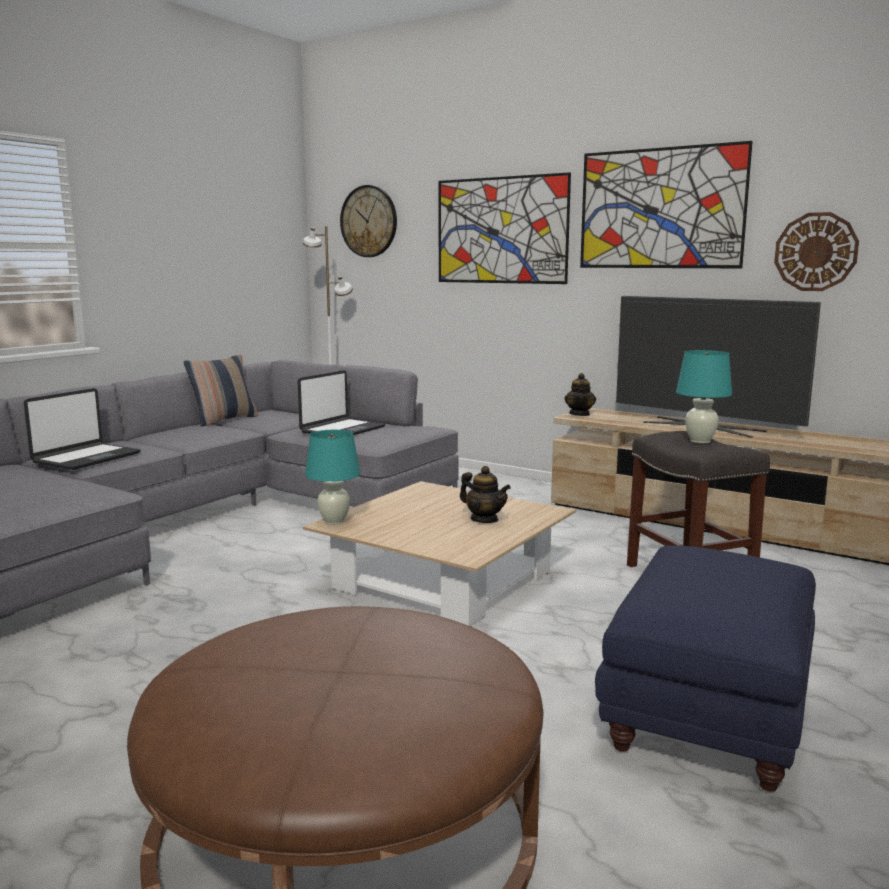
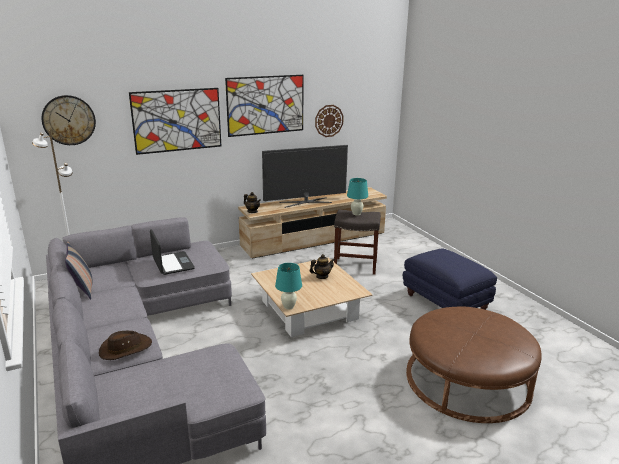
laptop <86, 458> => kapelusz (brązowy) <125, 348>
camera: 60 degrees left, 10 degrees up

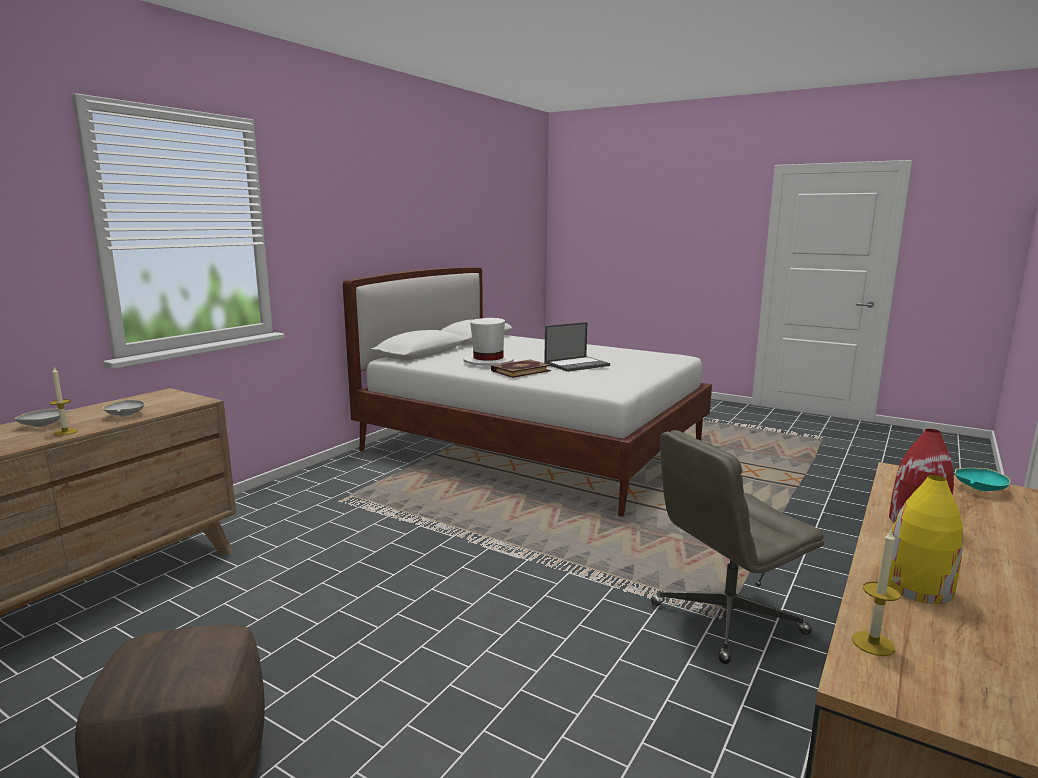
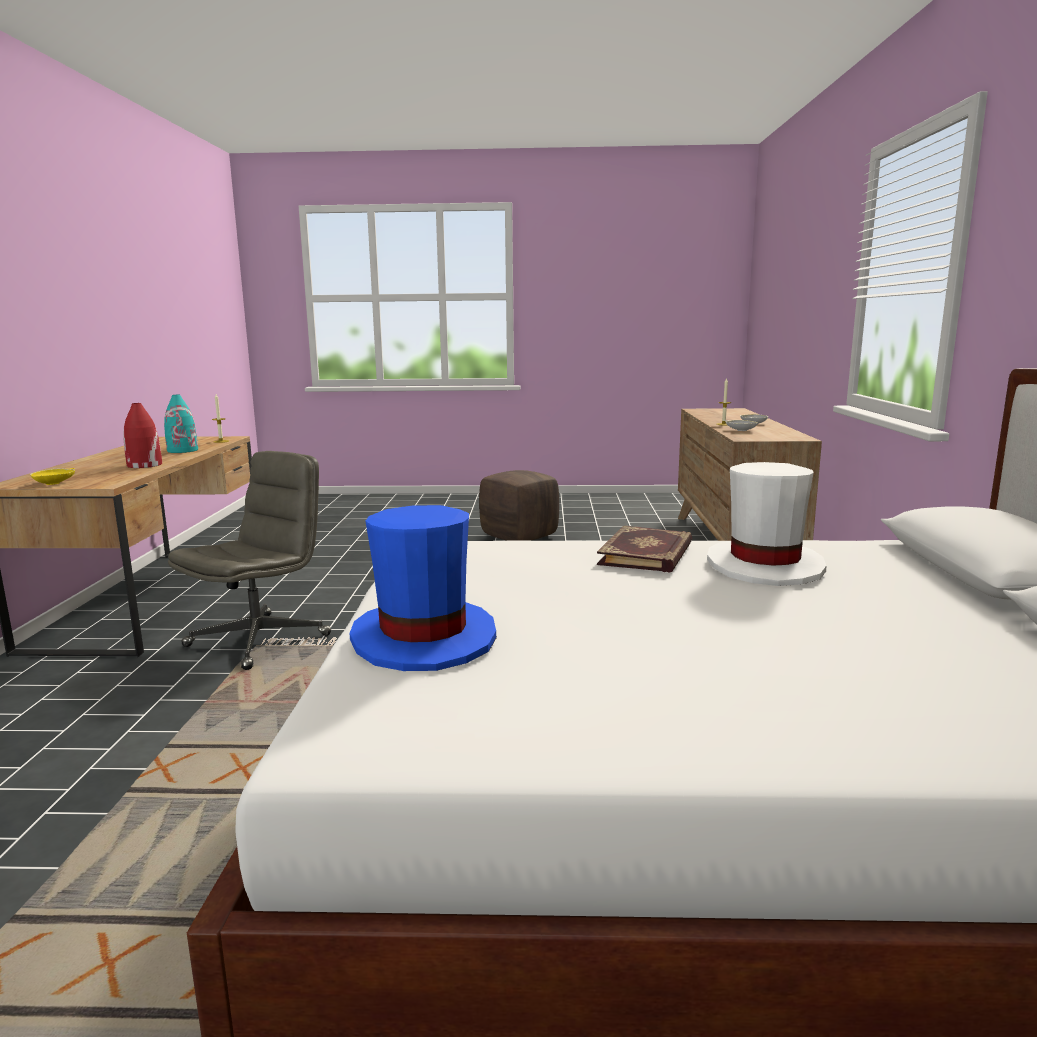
laptop <577, 364> => nothing
nothing => kapelusz (niebieski) <424, 638>
wazon (żółty) <917, 587> => wazon (turkusowy) <183, 450>
miska (turkusowy) <979, 489> => miska (żółty) <55, 483>
camera: 150 degrees right, 0 degrees up

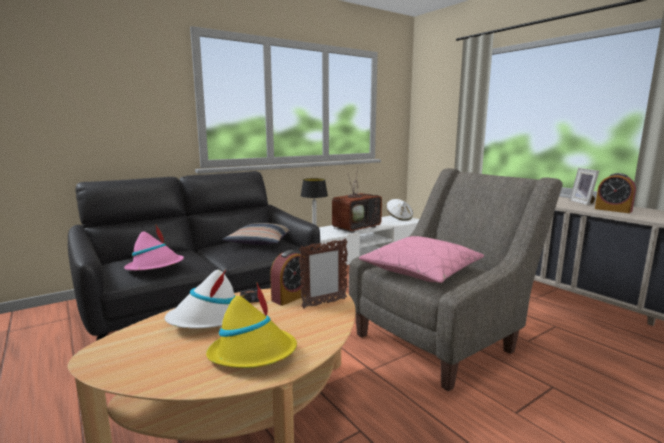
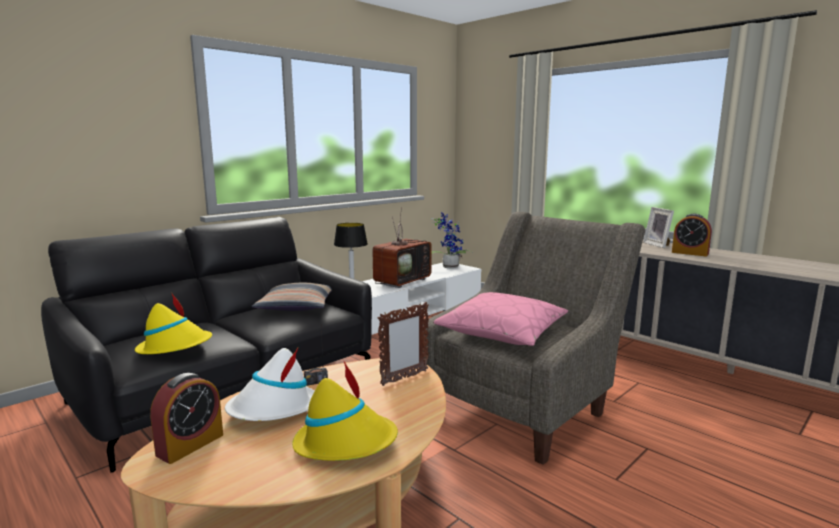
budzik <291, 297> => budzik <190, 445>, move
kapelusz (biały) <399, 218> => roślina doniczkowa <449, 266>
kapelusz (różowy) <156, 266> => kapelusz (żółty) <175, 347>
camera: 10 degrees left, 0 degrees up

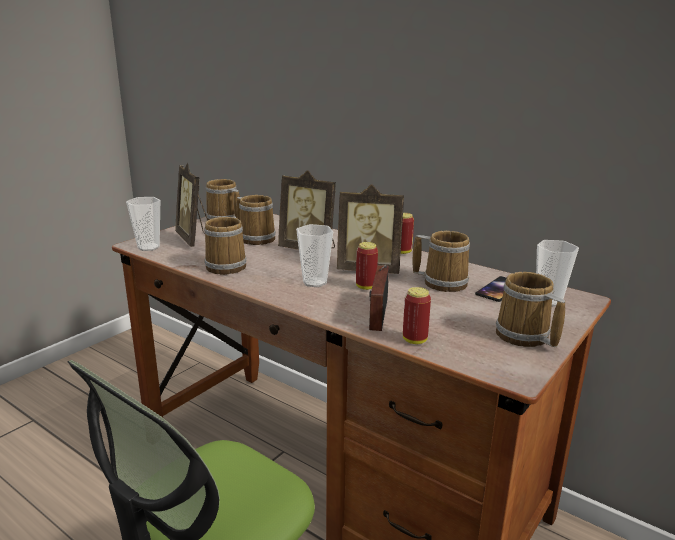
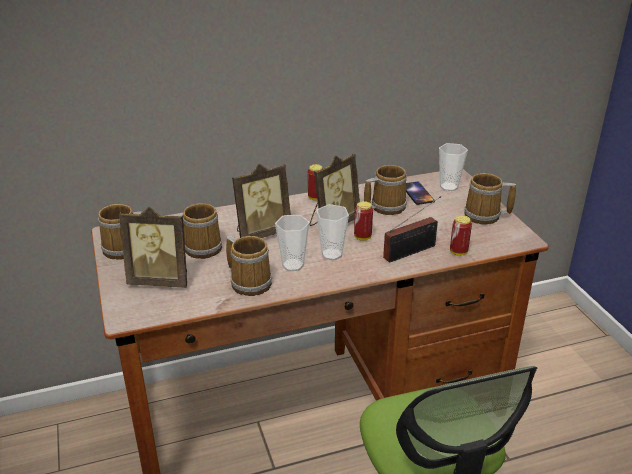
filiżanka <148, 247> => filiżanka <293, 265>, move
radio <377, 315> => radio <412, 251>, 75 degrees counterclockwise
camera: 55 degrees left, 10 degrees up

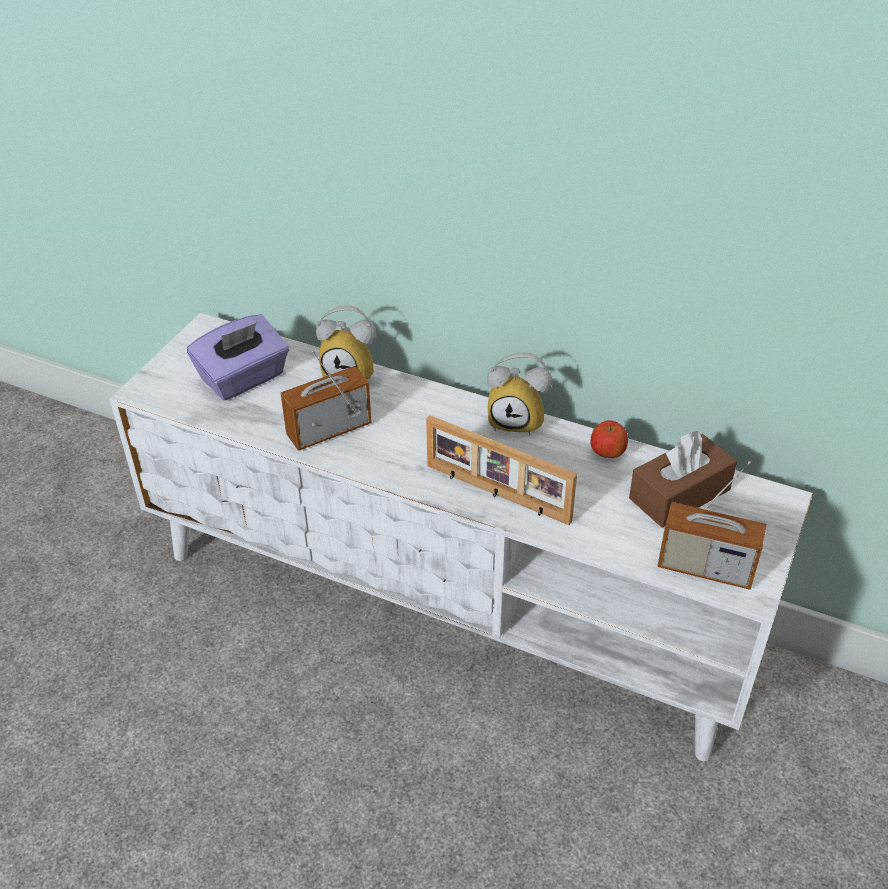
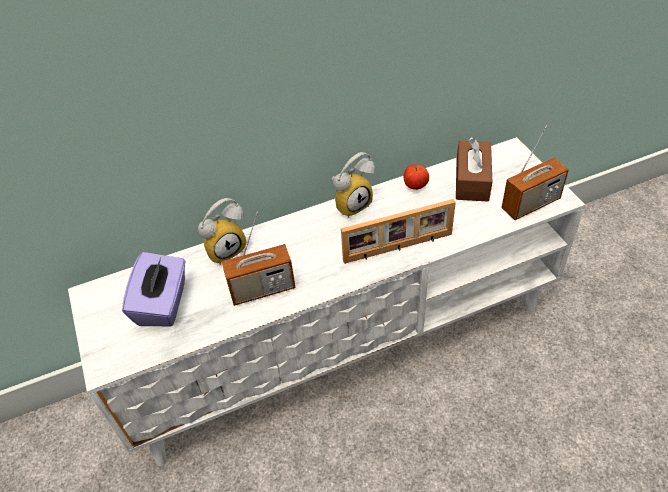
radio <329, 430> => radio <262, 289>, 120 degrees counterclockwise
camera: 45 degrees left, 5 degrees up

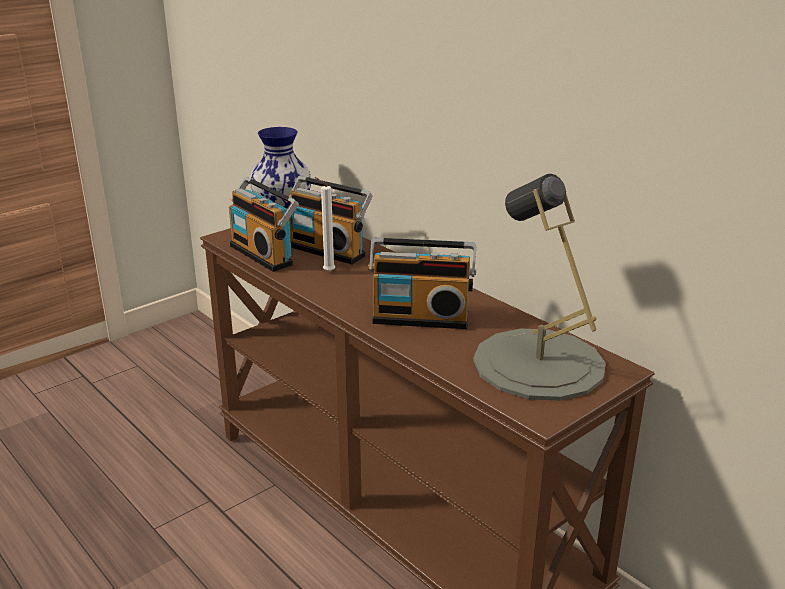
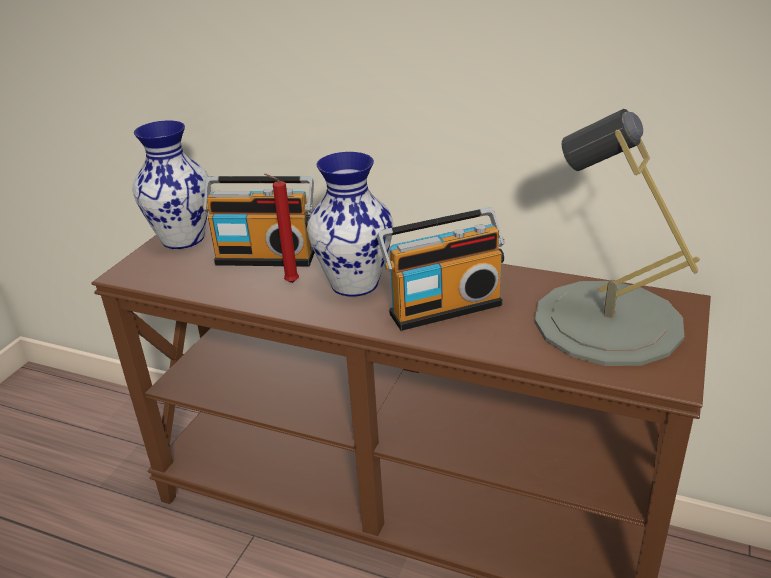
radio <264, 254> => nothing
nothing => wazon <353, 283>
świeca (biały) <327, 272> => świeca (czerwony) <289, 283>
camera: 25 degrees left, 5 degrees up

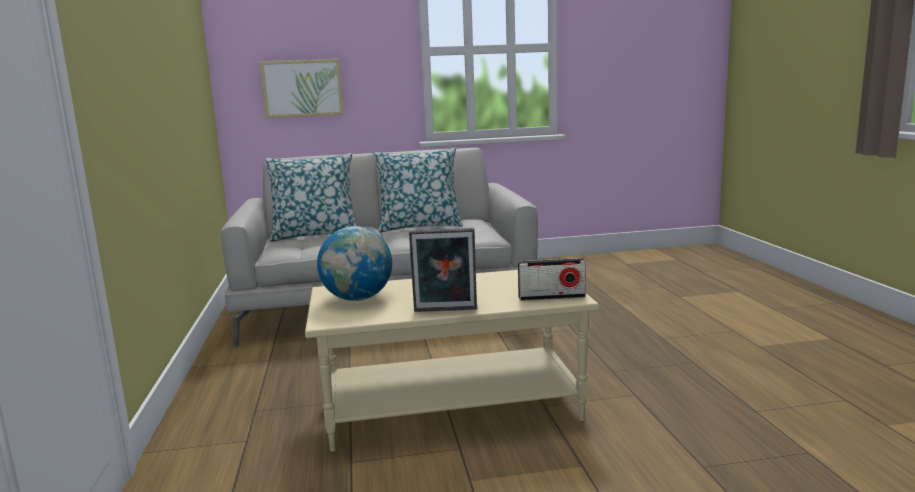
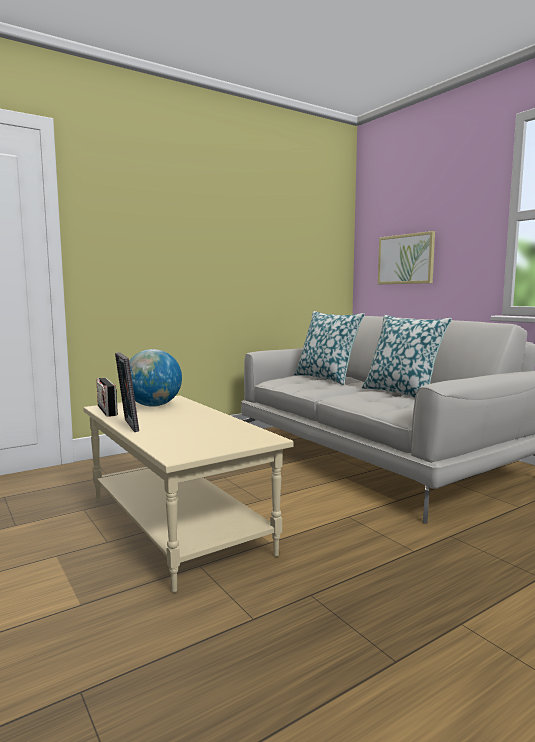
radio <551, 297> => radio <107, 410>, move
camera: 65 degrees right, 5 degrees down

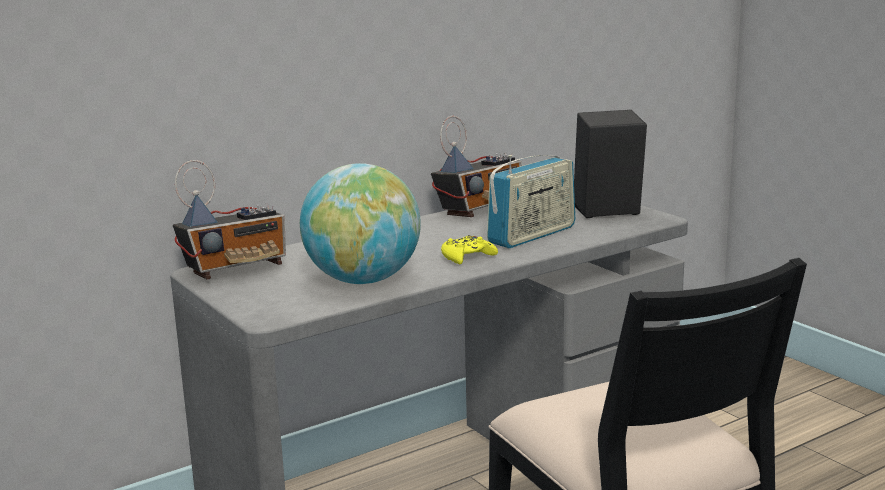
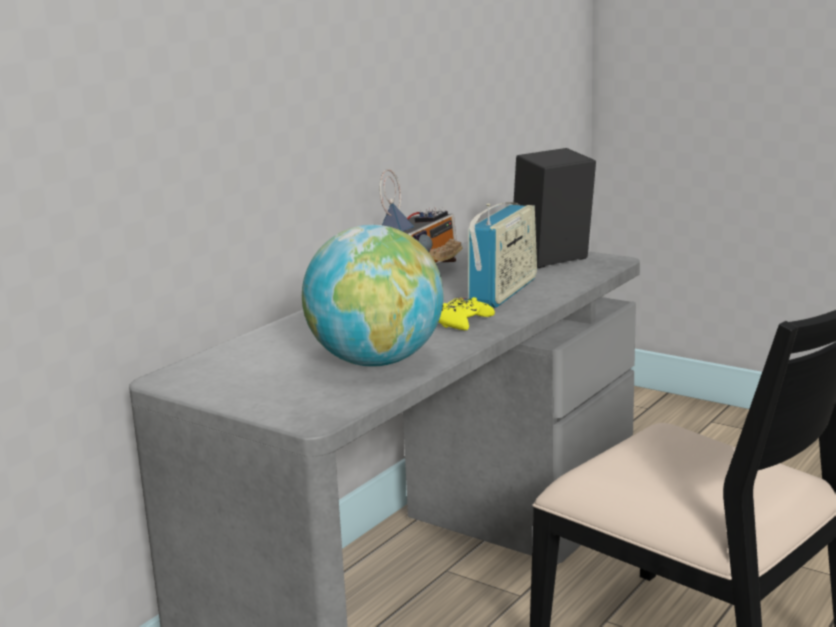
radio <236, 270> => nothing
camera: 20 degrees left, 0 degrees up

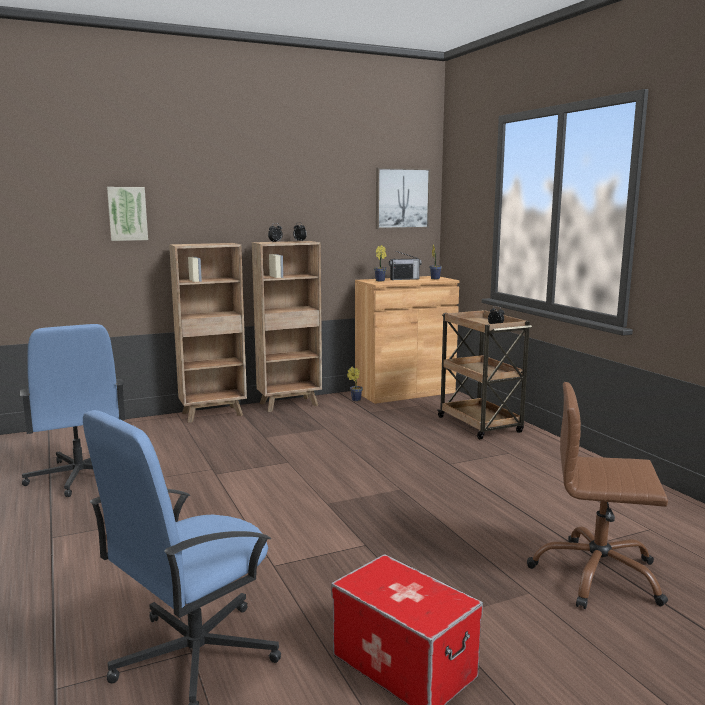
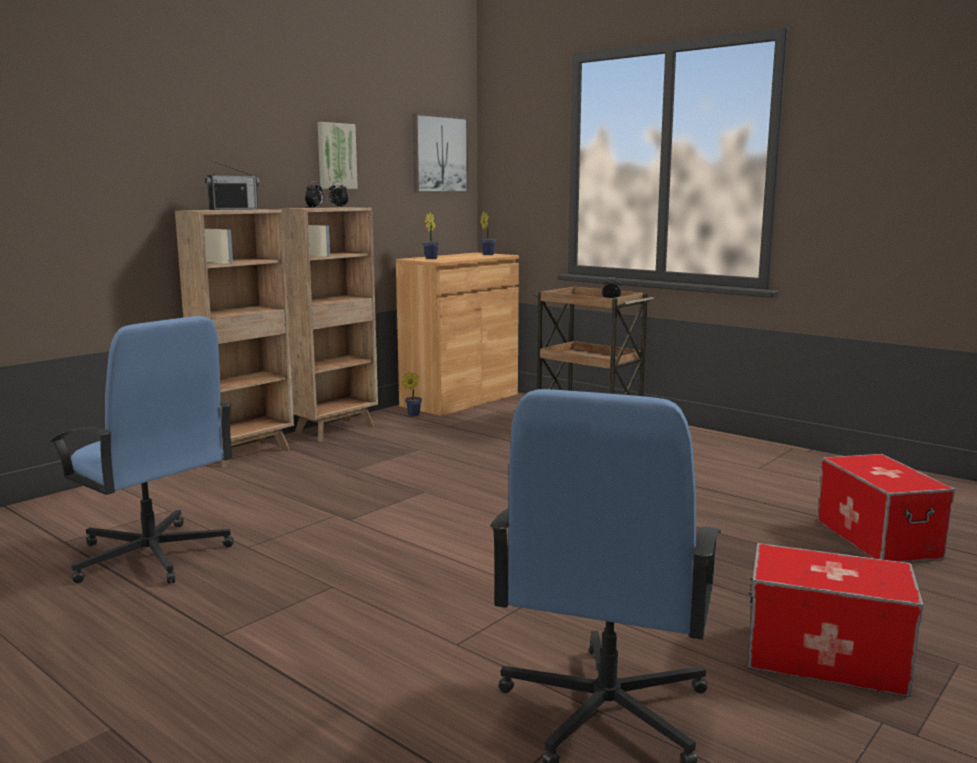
obraz <127, 213> => obraz <336, 156>, move
radio <404, 279> => radio <233, 209>, move
krzesło biurowe (brązowy) <597, 575> => pojemnik do przechowywania <876, 539>
camera: 25 degrees left, 0 degrees up

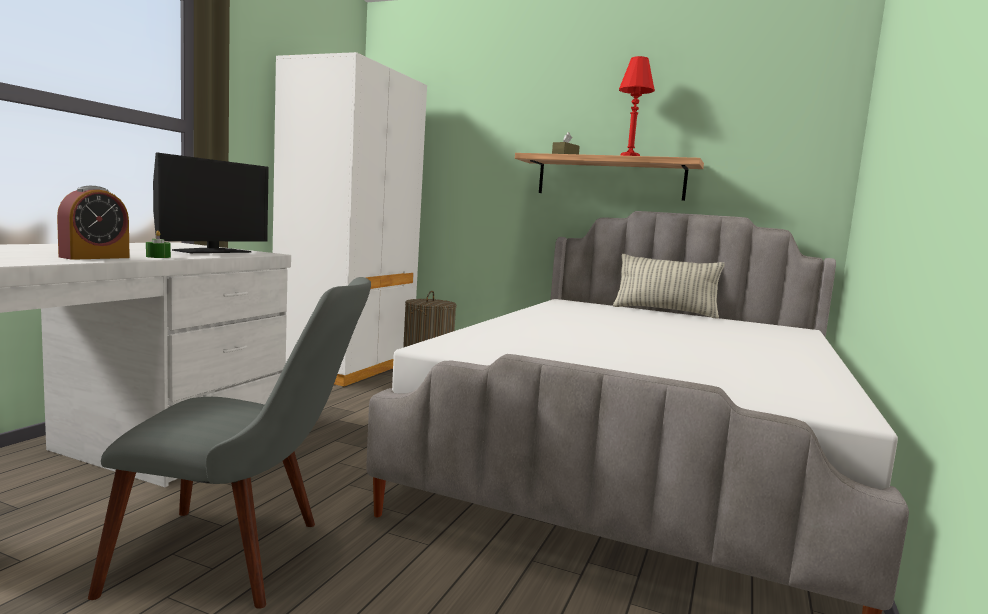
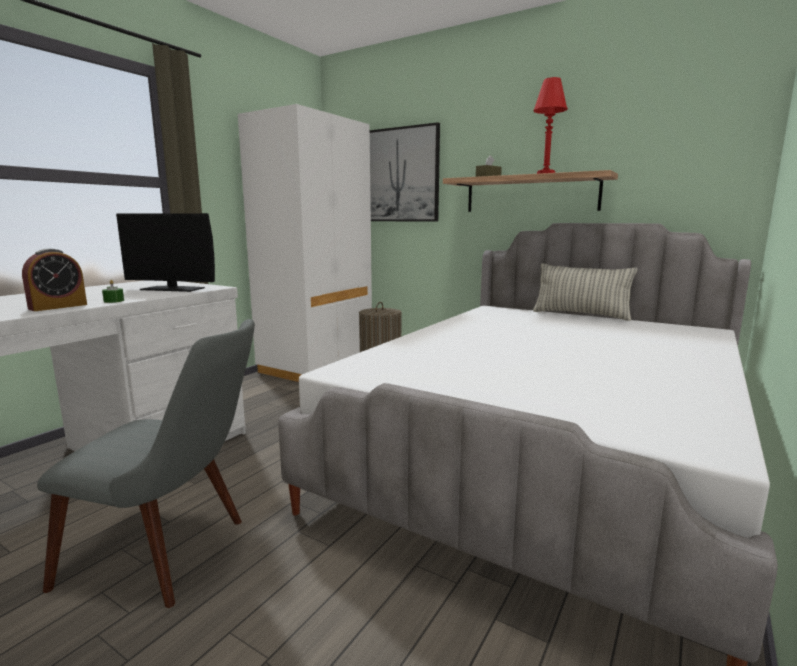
nothing => obraz <399, 175>
monitor <213, 251> => monitor <172, 289>, 60 degrees clockwise
camera: 10 degrees right, 5 degrees up

